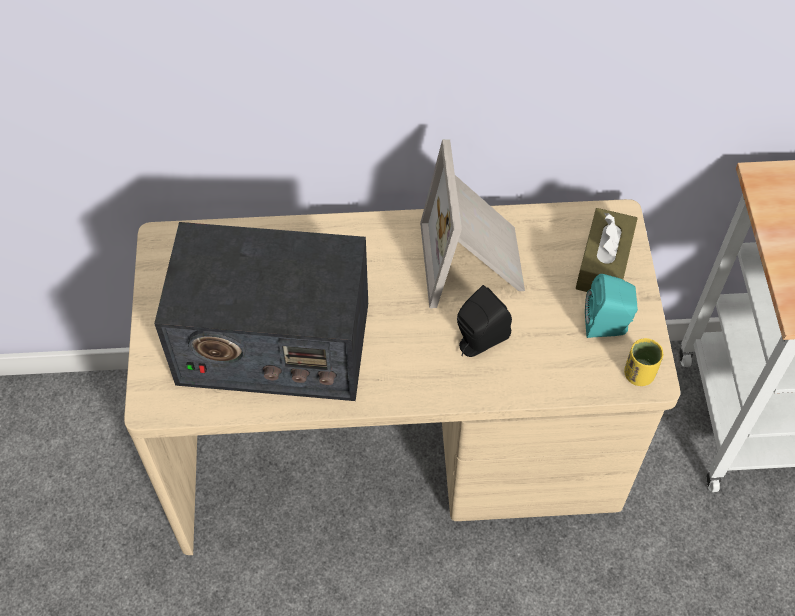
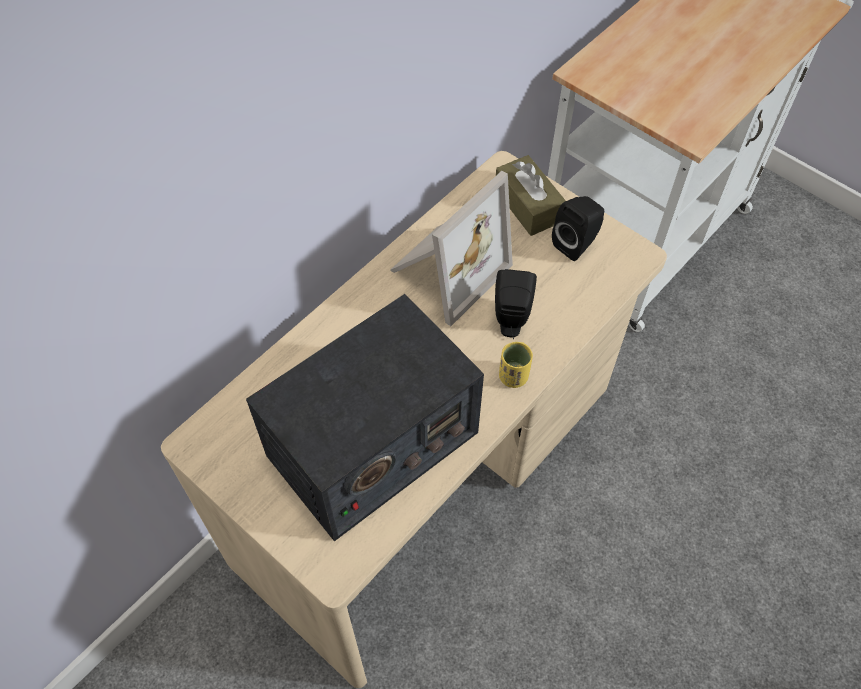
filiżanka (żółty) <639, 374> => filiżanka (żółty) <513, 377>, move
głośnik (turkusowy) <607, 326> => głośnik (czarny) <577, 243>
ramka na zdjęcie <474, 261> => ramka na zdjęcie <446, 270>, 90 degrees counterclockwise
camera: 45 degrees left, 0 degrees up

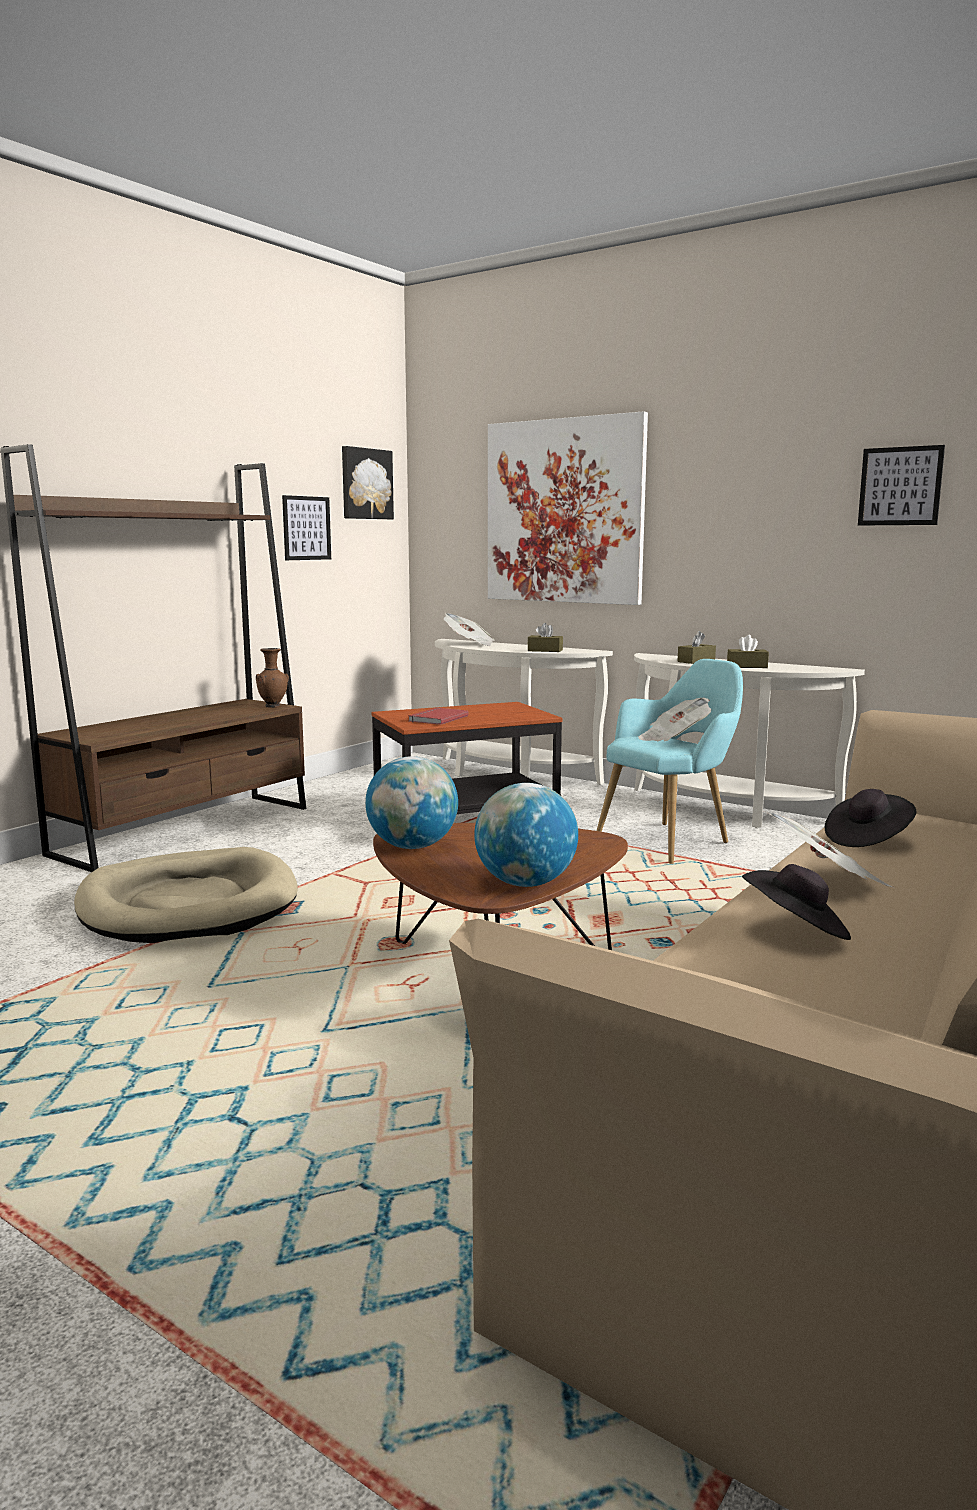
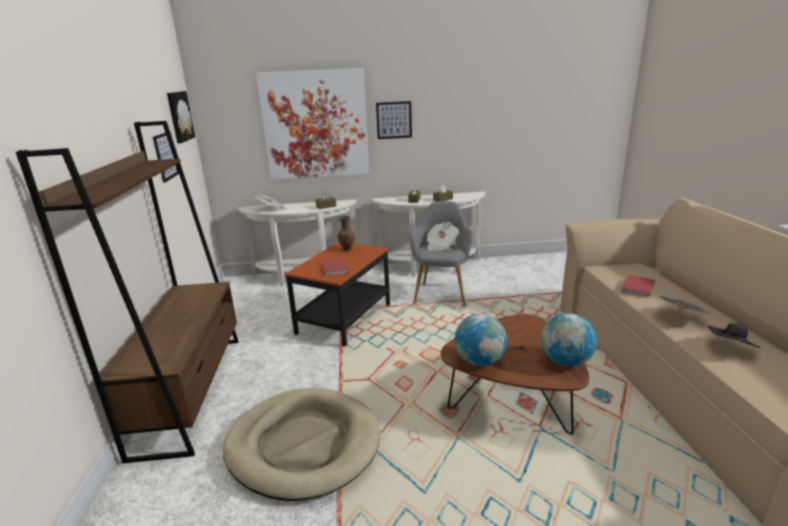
wazon (brązowy) <273, 707> => wazon (brązowy) <346, 249>, move
obraz <900, 486> => obraz <394, 120>, move
kapelusz (czarny) <867, 839> => książka (czerwony) <636, 287>
fotel (turkusowy) <670, 841> => fotel (szary) <441, 292>
camera: 40 degrees left, 10 degrees up

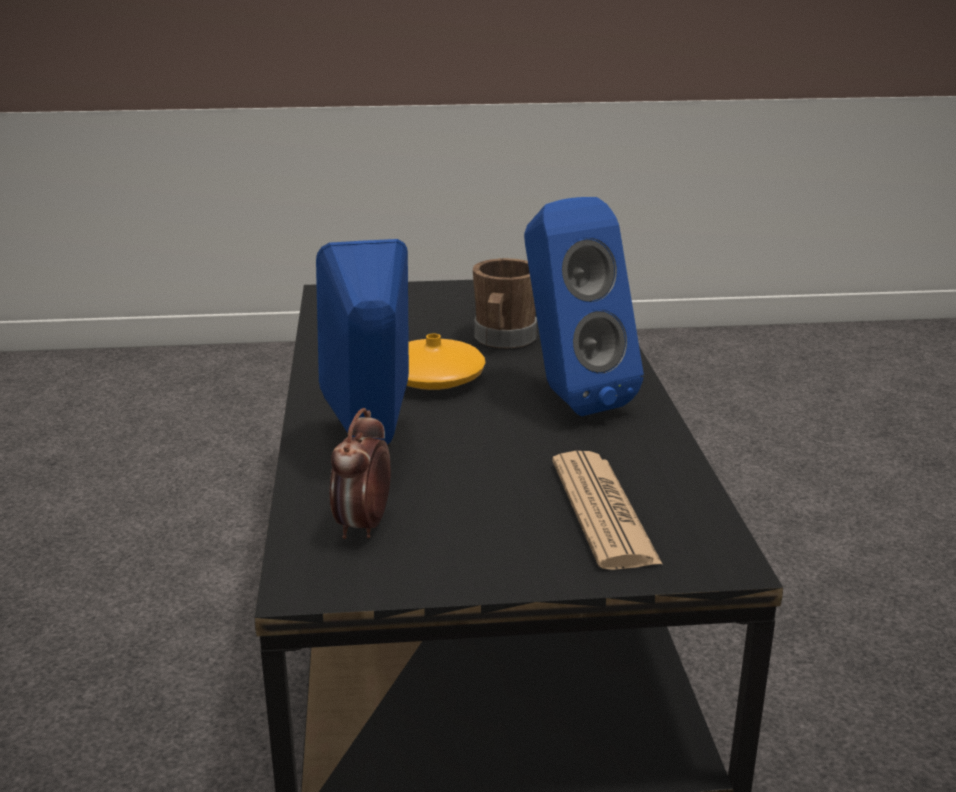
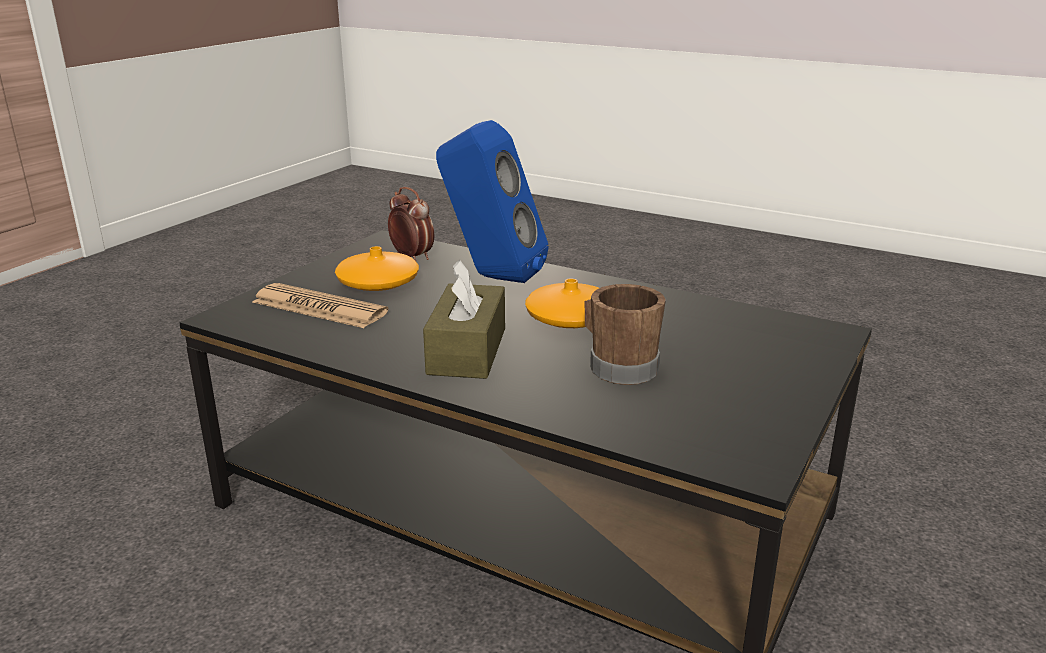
nothing => wazon (pomarańczowy) <378, 283>
głośnik (niebieski) <569, 397> => pudełko chusteczek (brązowy) <467, 351>
camera: 125 degrees right, 0 degrees up

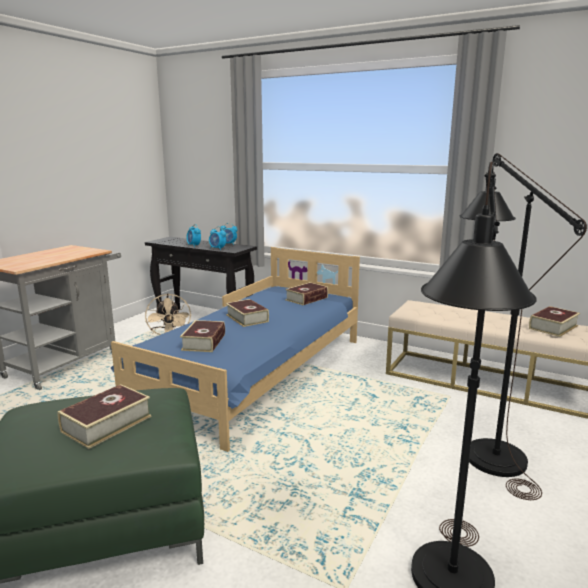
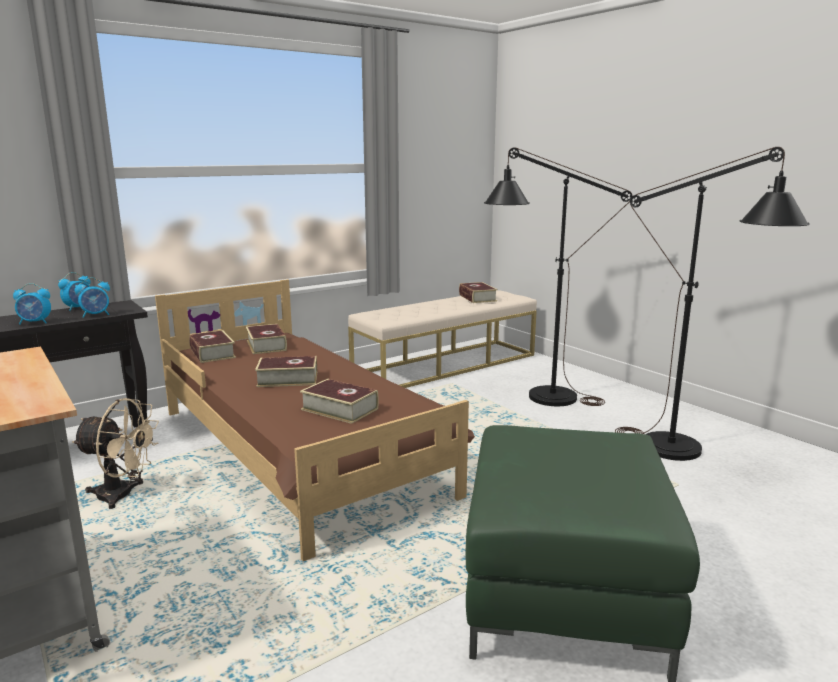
książka <106, 424> => książka <212, 353>, move
łóżko (niebieski) <256, 373> => łóżko (brązowy) <299, 451>
camera: 65 degrees left, 0 degrees up

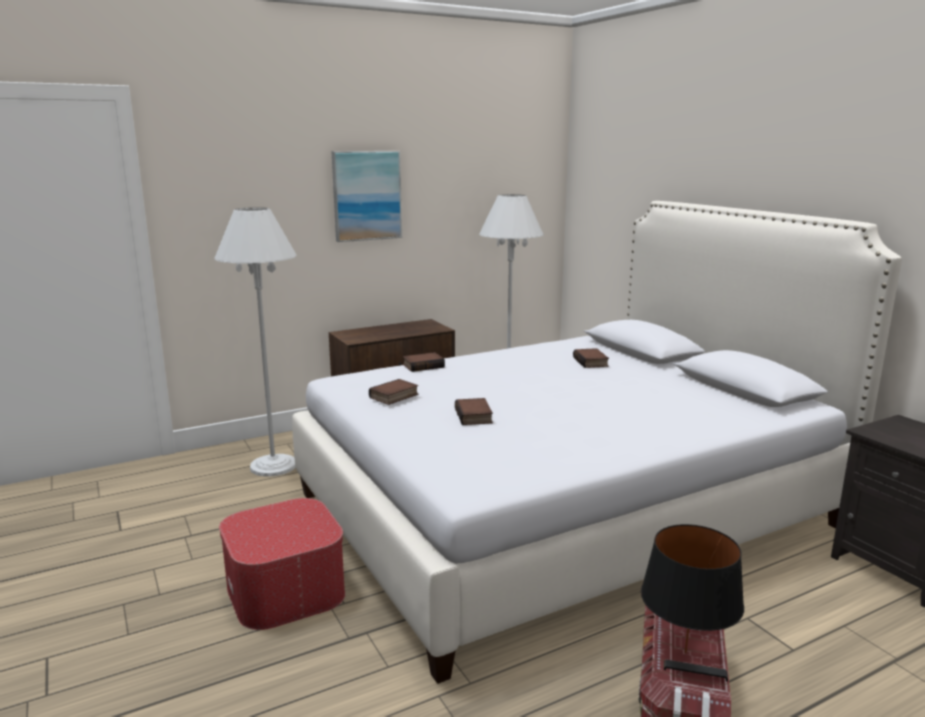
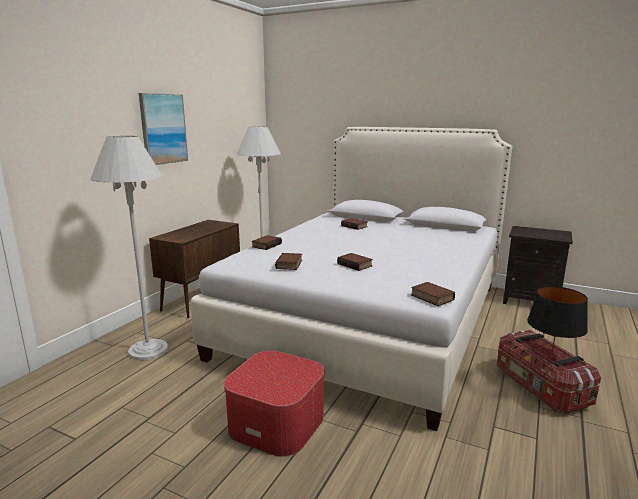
nothing => książka <431, 297>
camera: 35 degrees left, 0 degrees up

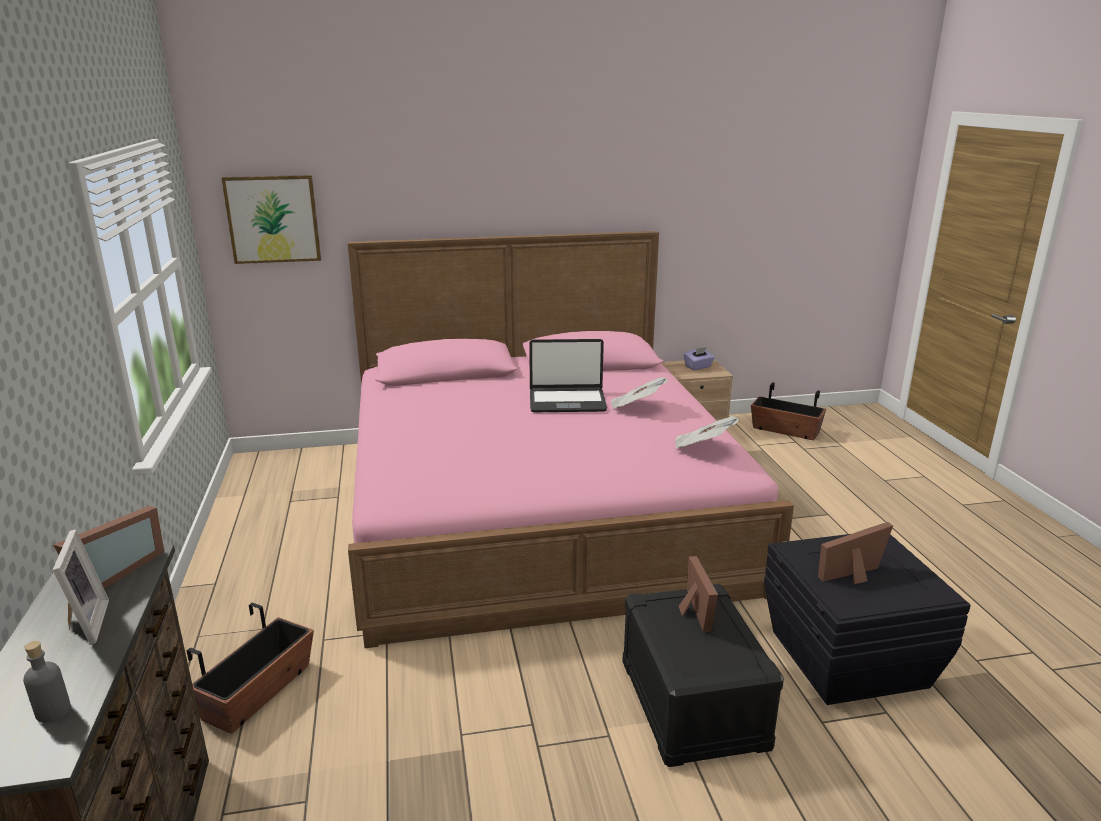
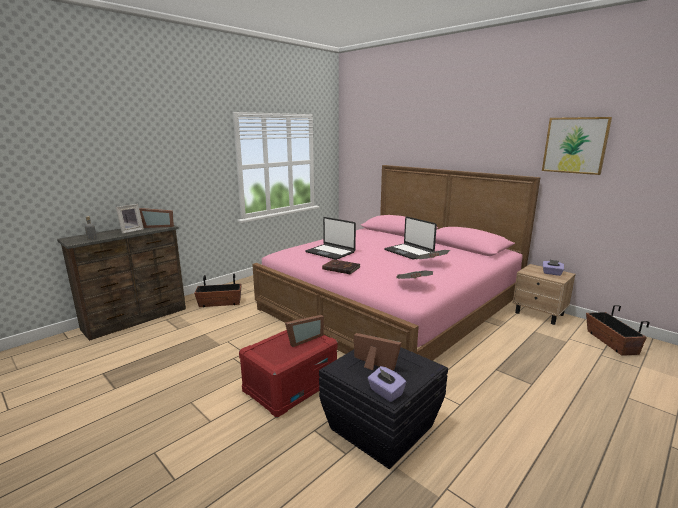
nothing => laptop <330, 252>
nothing => książka (brązowy) <341, 268>
nothing => pudełko chusteczek (fioletowy) <385, 392>
obraz <273, 219> => obraz <575, 145>, move
pojemnik do przechowywania (czarny) <691, 704> => pojemnik do przechowywania (czerwony) <291, 386>
camera: 55 degrees right, 5 degrees down

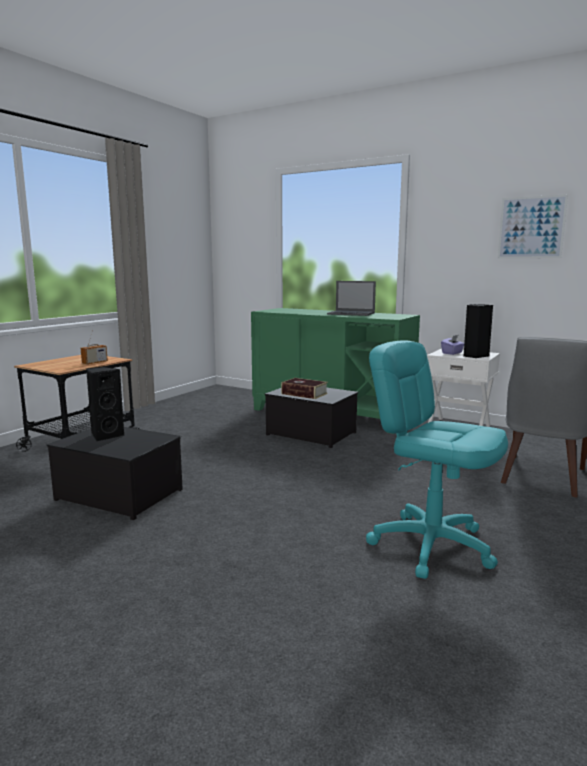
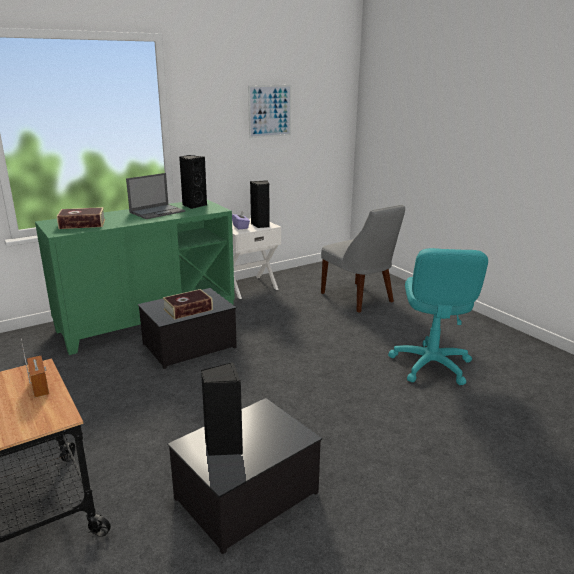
nothing => książka <82, 224>
nothing => głośnik (czarny) <193, 205>
krzesło biurowe (turkusowy) <431, 545> => krzesło biurowe (turkusowy) <430, 365>, 60 degrees counterclockwise
camera: 65 degrees left, 10 degrees up

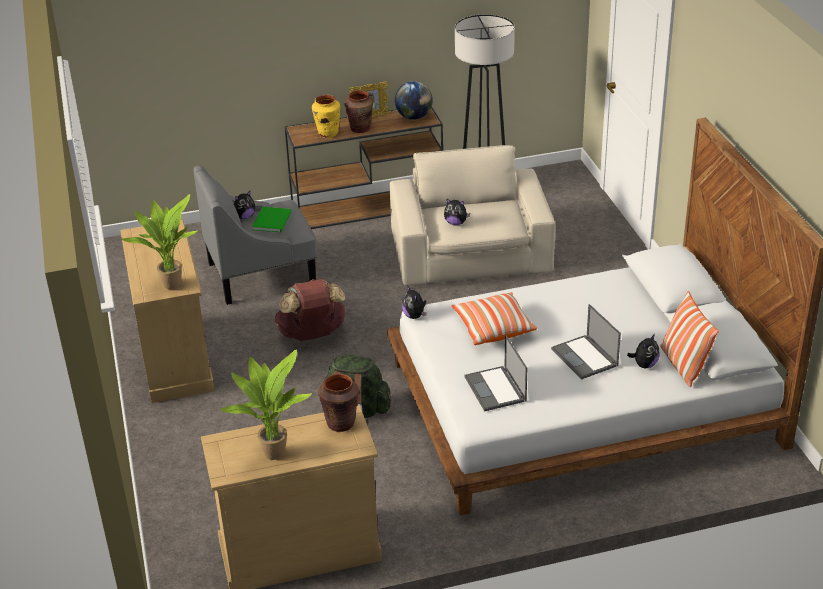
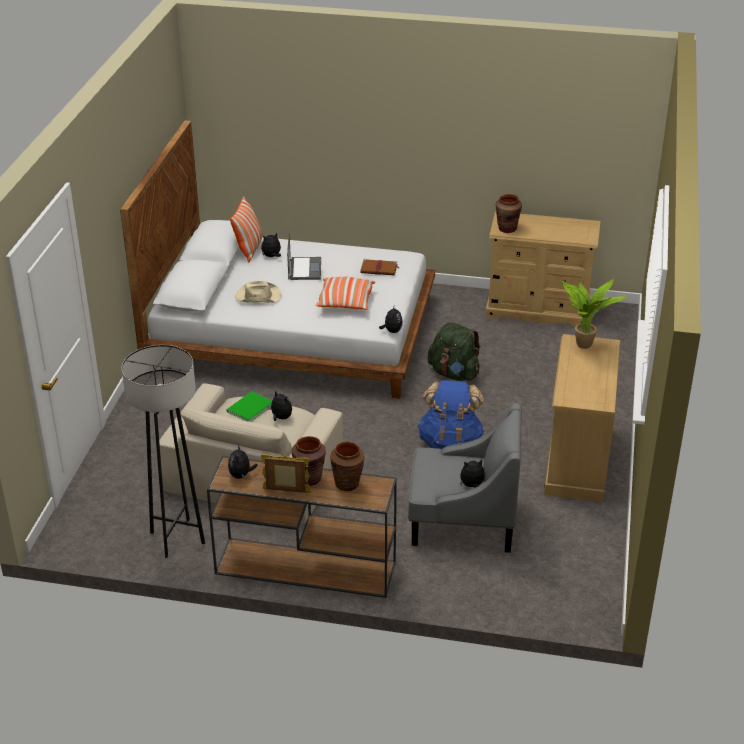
roślina doniczkowa <273, 452> => nothing
nothing => kapelusz (beżowy) <257, 296>
książka (zielony) <273, 220> => książka (zielony) <248, 408>, move
globus <414, 117> => pluszak <241, 475>
laptop <496, 389> => książka (brązowy) <379, 269>
plecak (brązowy) <312, 335> => plecak (niebieski) <450, 443>
wazon (żółty) <328, 133> => wazon (brązowy) <347, 484>
camera: 155 degrees left, 0 degrees up

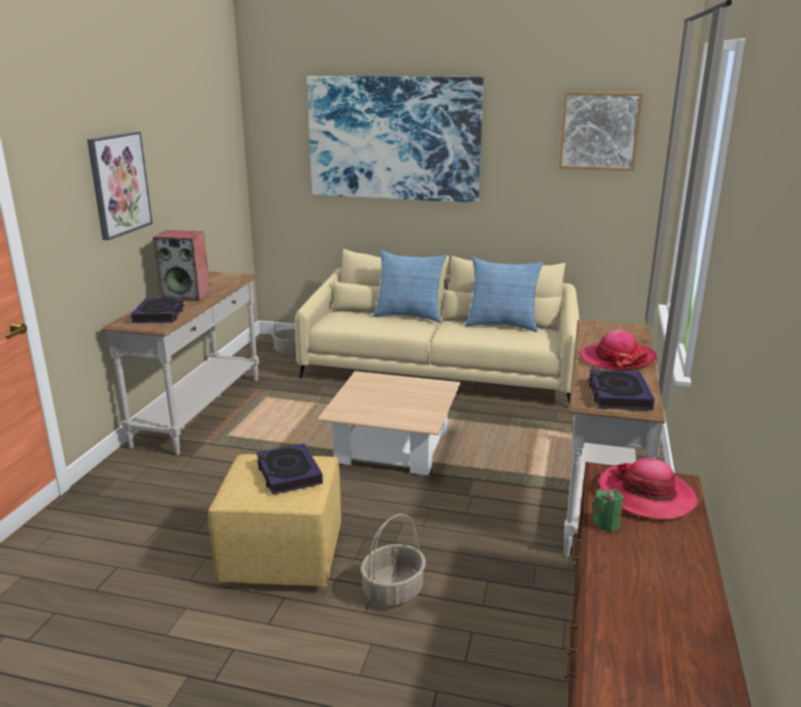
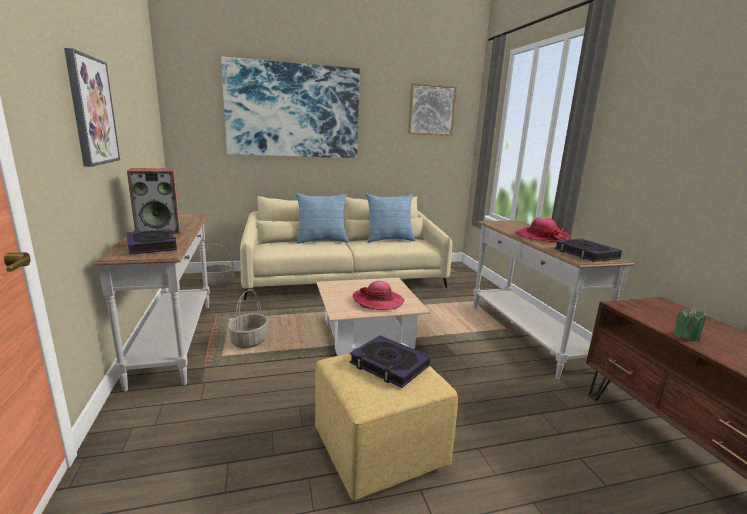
koszyk <393, 592> => koszyk <249, 341>, move
kapelusz <646, 495> => kapelusz <378, 301>, move
camera: 30 degrees left, 5 degrees down

